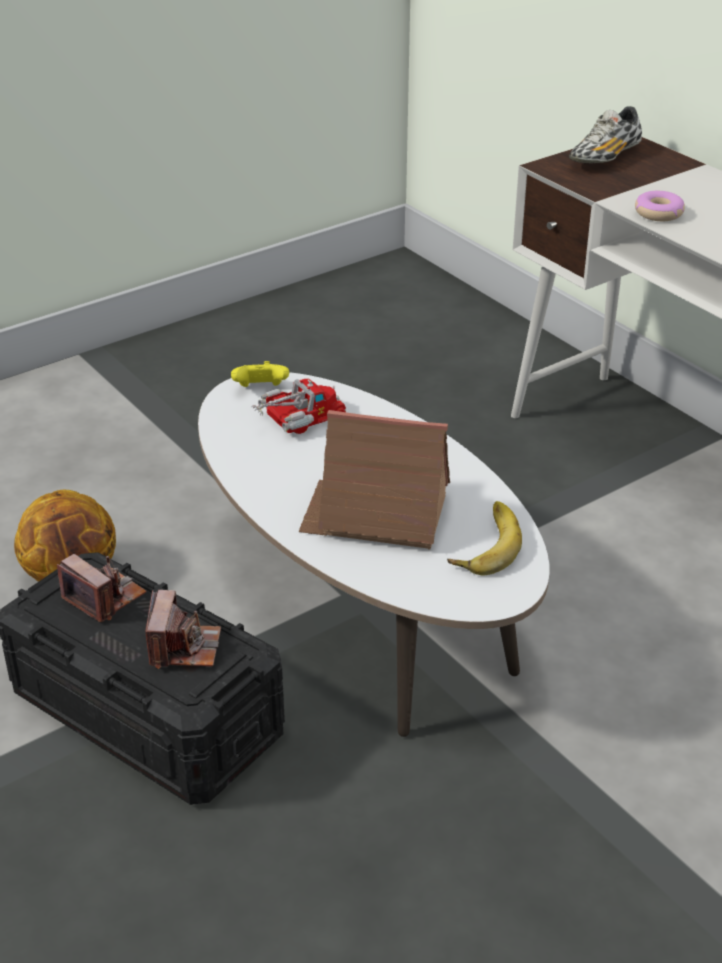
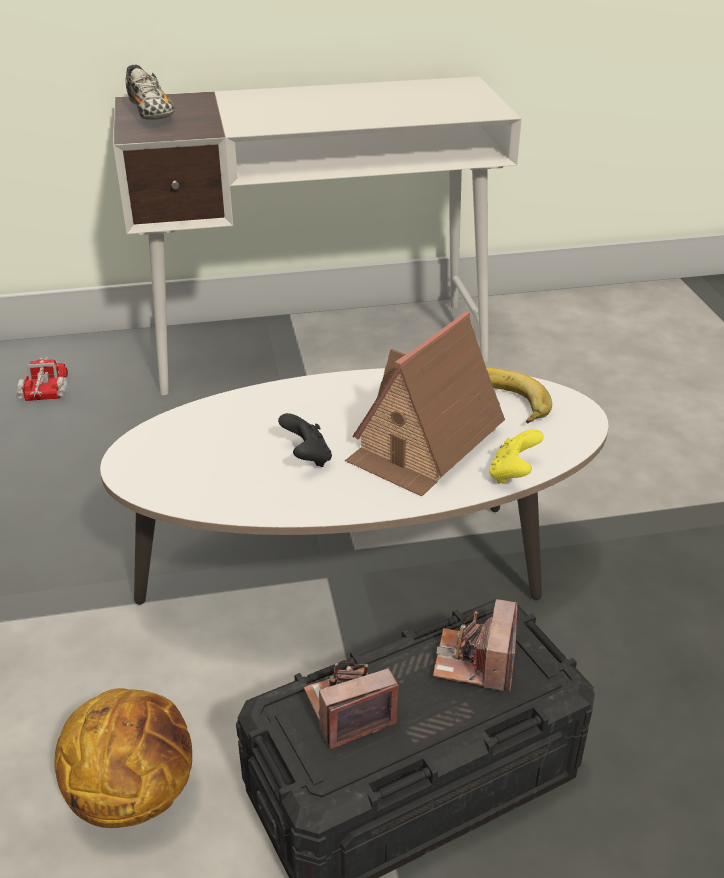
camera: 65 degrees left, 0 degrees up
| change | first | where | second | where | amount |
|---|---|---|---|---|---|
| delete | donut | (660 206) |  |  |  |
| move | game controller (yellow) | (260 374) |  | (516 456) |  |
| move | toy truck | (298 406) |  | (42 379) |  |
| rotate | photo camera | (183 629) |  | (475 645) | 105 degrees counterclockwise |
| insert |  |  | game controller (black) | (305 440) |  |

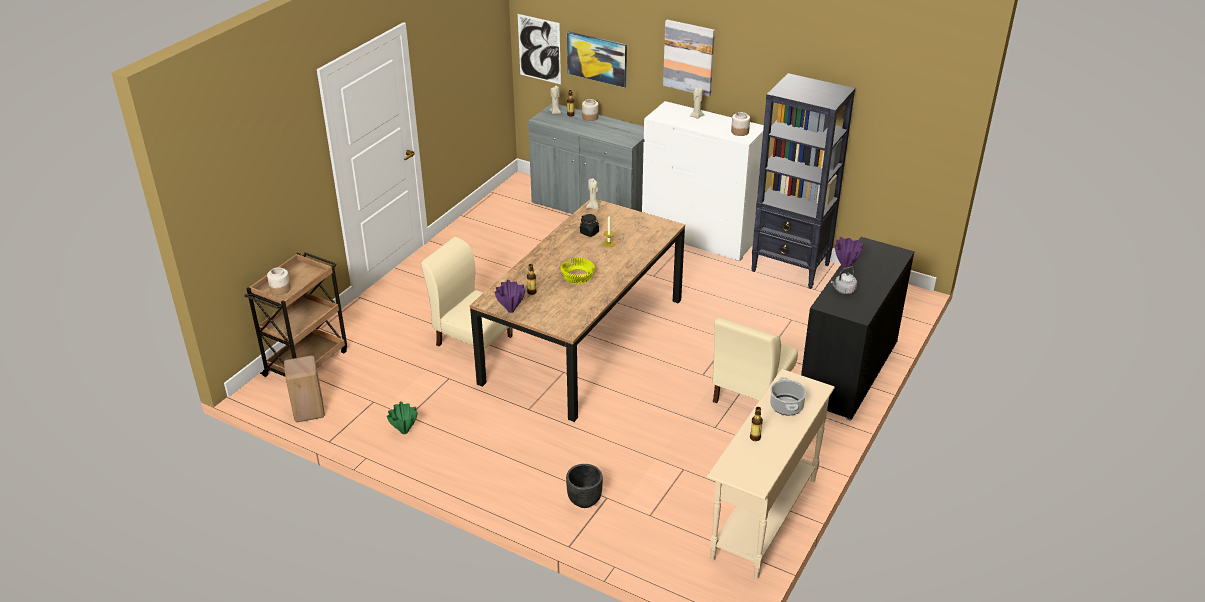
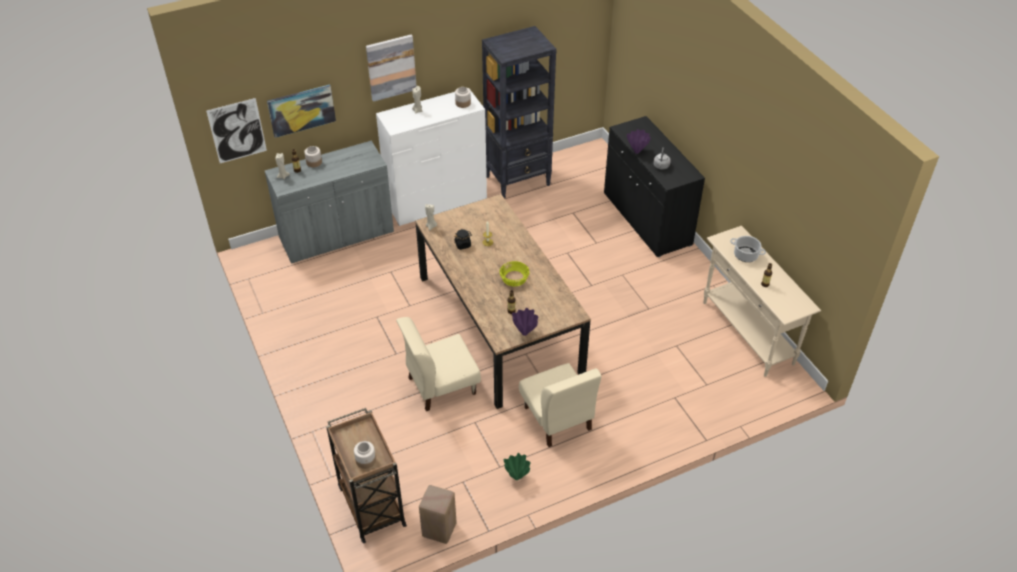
camera: 55 degrees left, 10 degrees up
| change | first | where | second | where | amount |
|---|---|---|---|---|---|
| move | chair (beige) | (755 360) |  | (560 405) |  |
| delete | planter (black) | (584 486) |  |  |  |

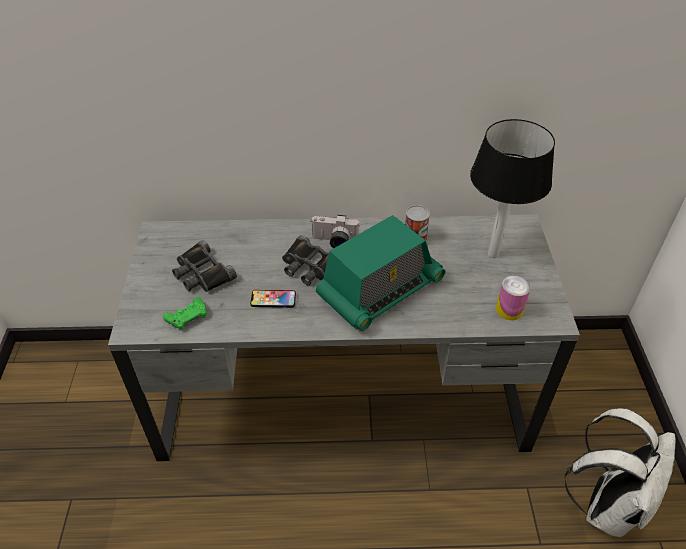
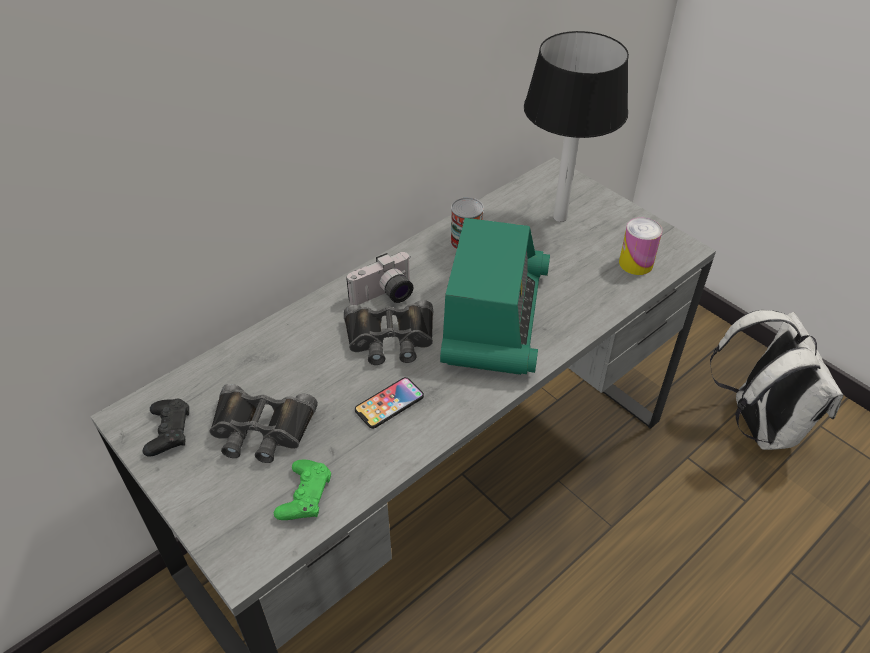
camera: 40 degrees left, 0 degrees up
| change | first | where | second | where | amount |
|---|---|---|---|---|---|
| insert |  |  | game controller (black) | (165 428) |  |

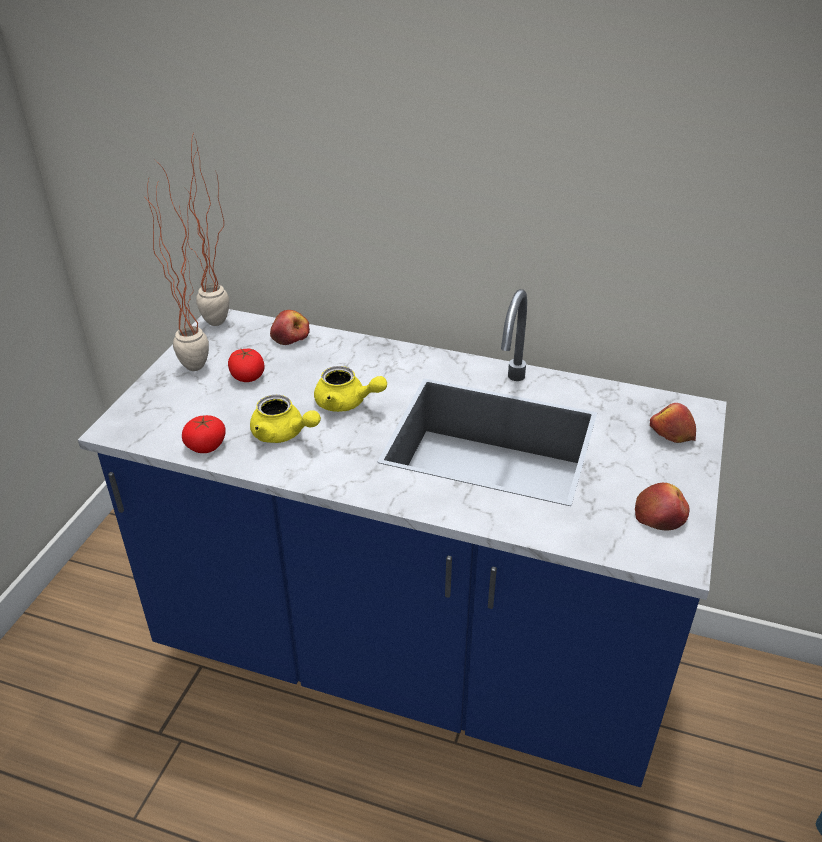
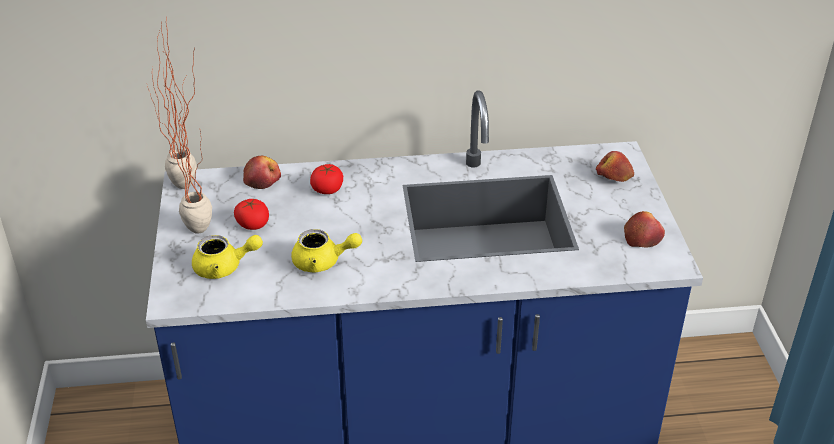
camera: 25 degrees left, 0 degrees up
| change | first | where | second | where | amount |
|---|---|---|---|---|---|
| move | teapot (yellow) | (350 389) |  | (227 257) |  |
| move | tomato | (203 434) |  | (326 179) |  |

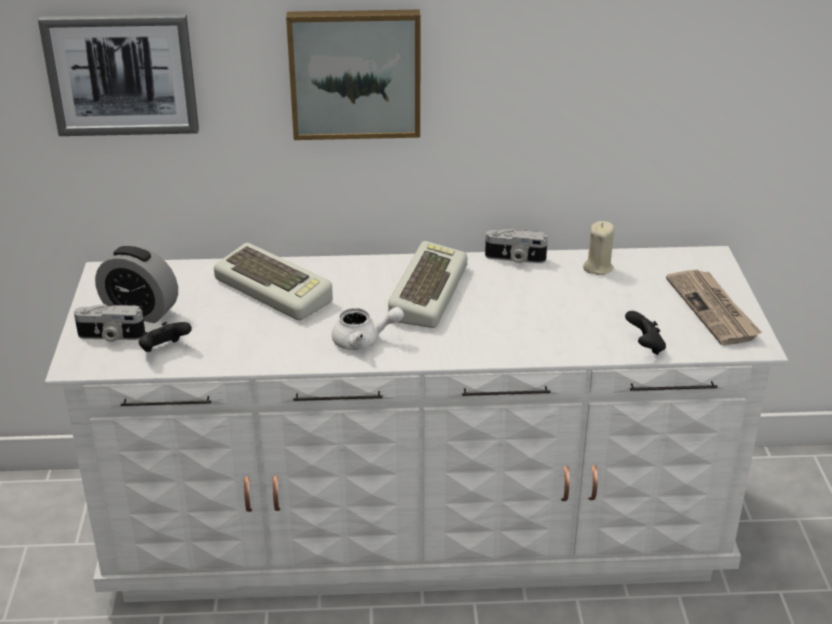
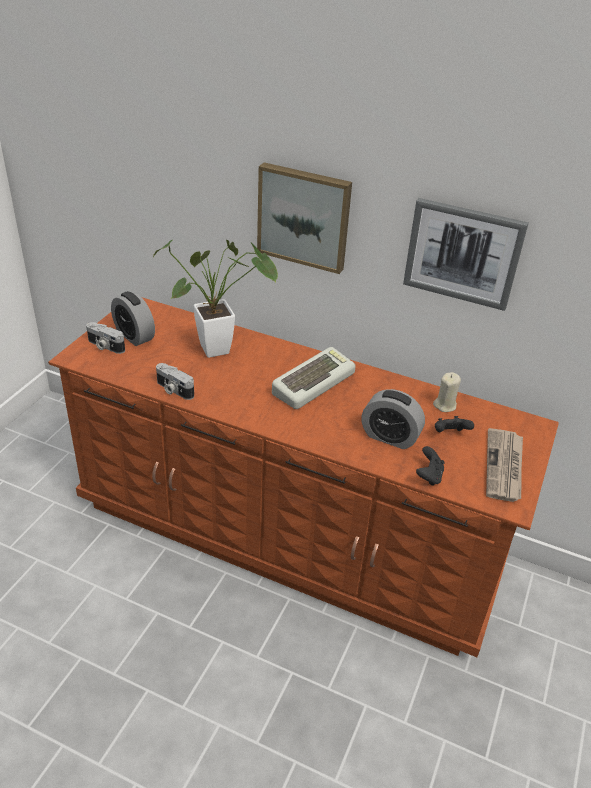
camera: 25 degrees right, 5 degrees up
| change | first | where | second | where | amount |
|---|---|---|---|---|---|
| move | picture | (118 75) |  | (466 254) |  |
| move | photo camera | (516 246) |  | (175 381) |  |
| replace | keyboard | (273 281) | potted plant | (215 299) |  |
| recolor | dresser (white) | (416 424) | dresser (brown) | (303 477) |  |
| delete | teapot (white) | (368 328) |  |  |  |
| move | game controller (black) | (165 337) |  | (454 424) |  |
| insert |  |  | alarm clock | (393 419) |  |

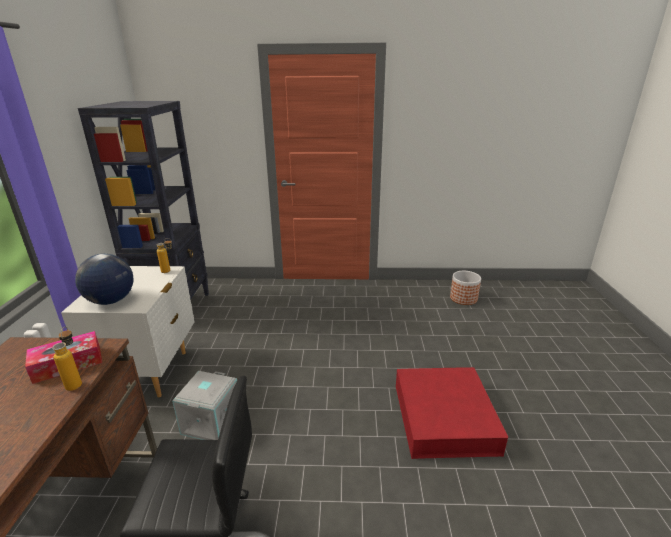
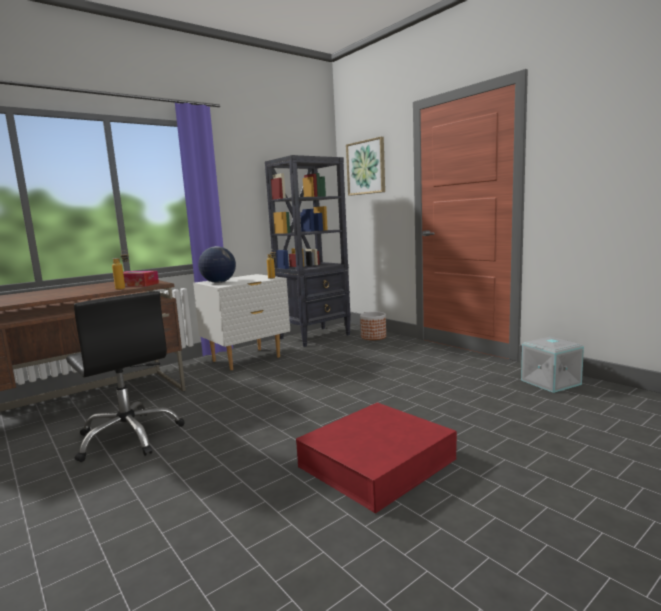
camera: 50 degrees right, 15 degrees down
| change | first | where | second | where | amount |
|---|---|---|---|---|---|
| move | planter | (465 288) |  | (373 326) |  |
| move | storage box (grey) | (204 405) |  | (552 365) |  |
| insert |  |  | picture | (365 166) |  |

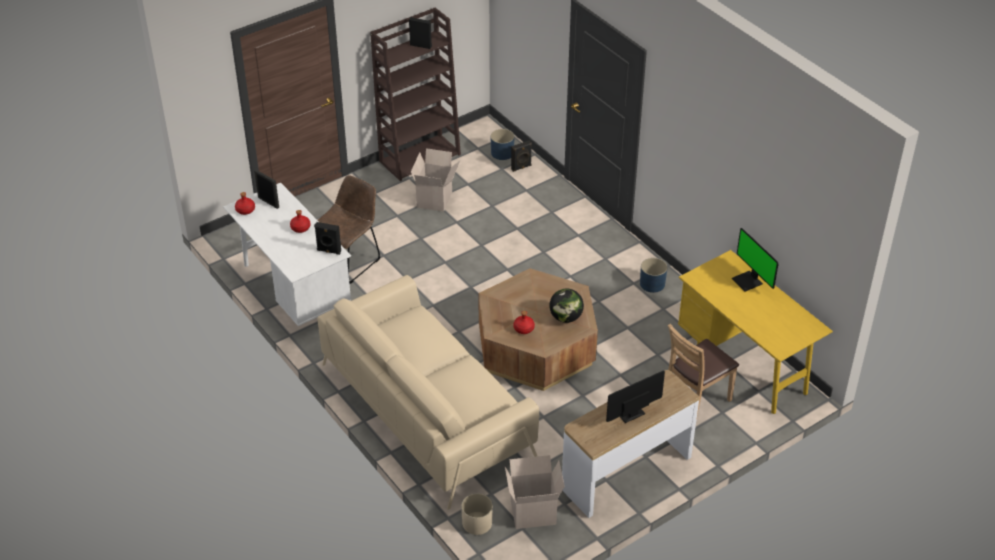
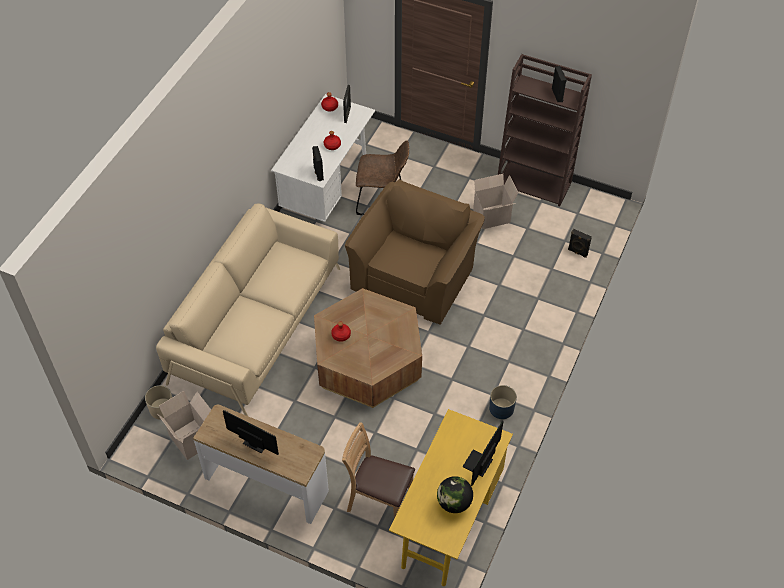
camera: 60 degrees right, 10 degrees up
| change | first | where | second | where | amount |
|---|---|---|---|---|---|
| delete | planter (blue) | (502 144) |  |  |  |
| move | globe | (566 306) |  | (455 494) |  |
| insert |  |  | armchair (brown) | (415 252) |  |

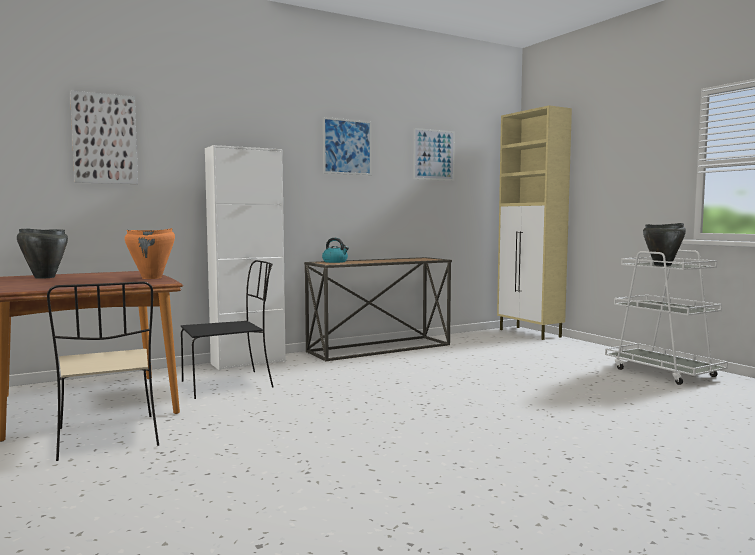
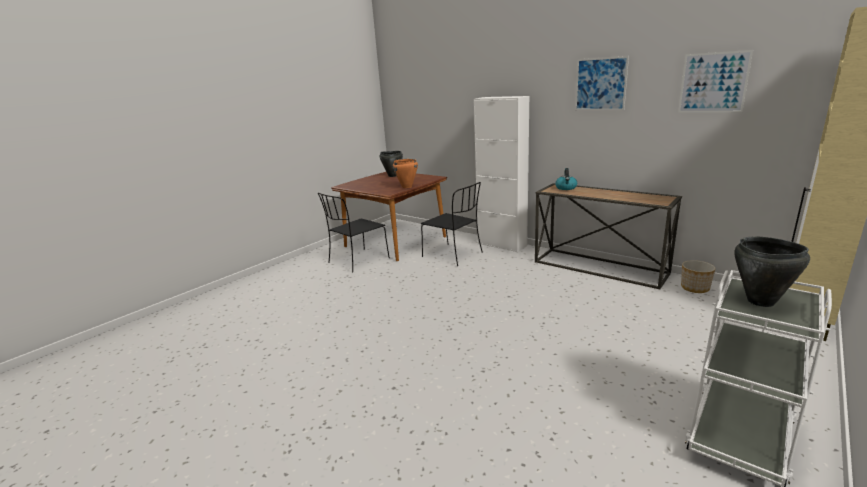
camera: 70 degrees right, 15 degrees up
| change | first | where | second | where | amount |
|---|---|---|---|---|---|
| delete | picture | (104 137) |  |  |  |
| recolor | chair (beige) | (103 371) | chair (black) | (354 233) |  |
| insert |  |  | planter | (698 276) |  |

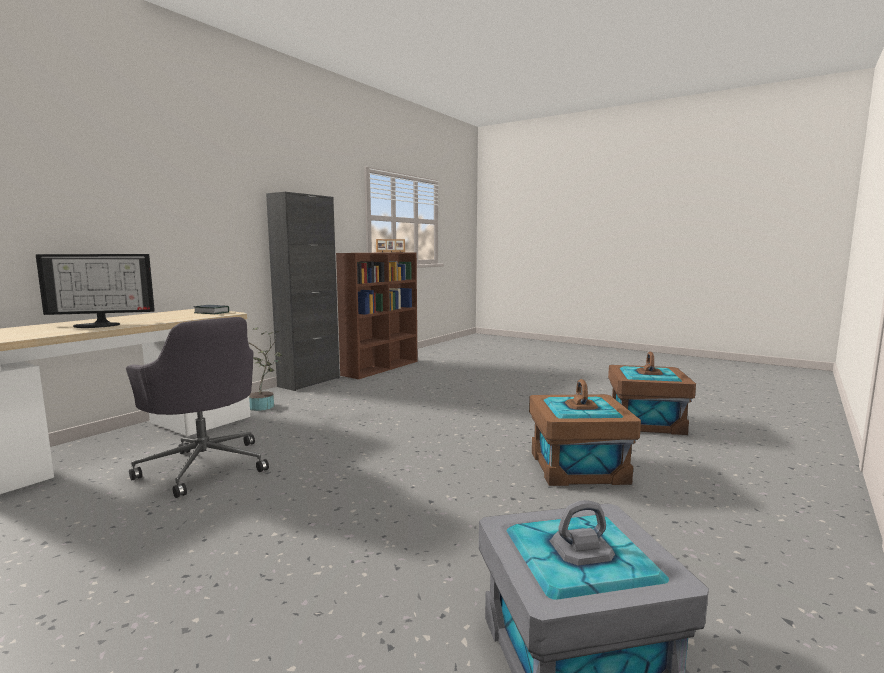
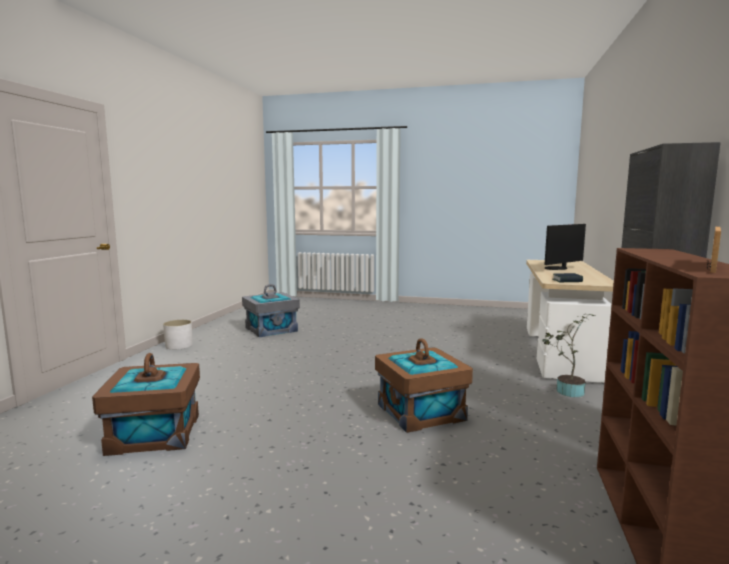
camera: 160 degrees right, 0 degrees up
| change | first | where | second | where | amount |
|---|---|---|---|---|---|
| delete | office chair (grey) | (197 407) |  |  |  |
| move | storage box (brown) | (585 432) |  | (424 385) |  |
| insert |  |  | planter (white) | (177 335) |  |

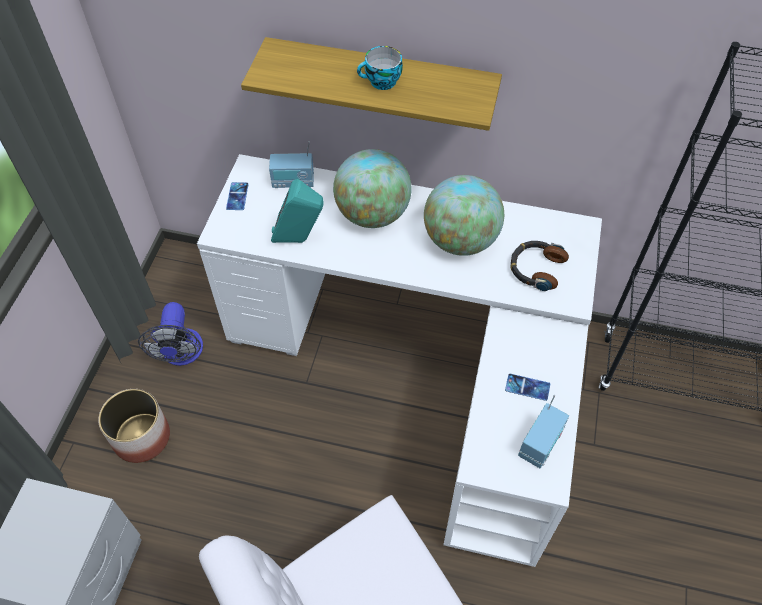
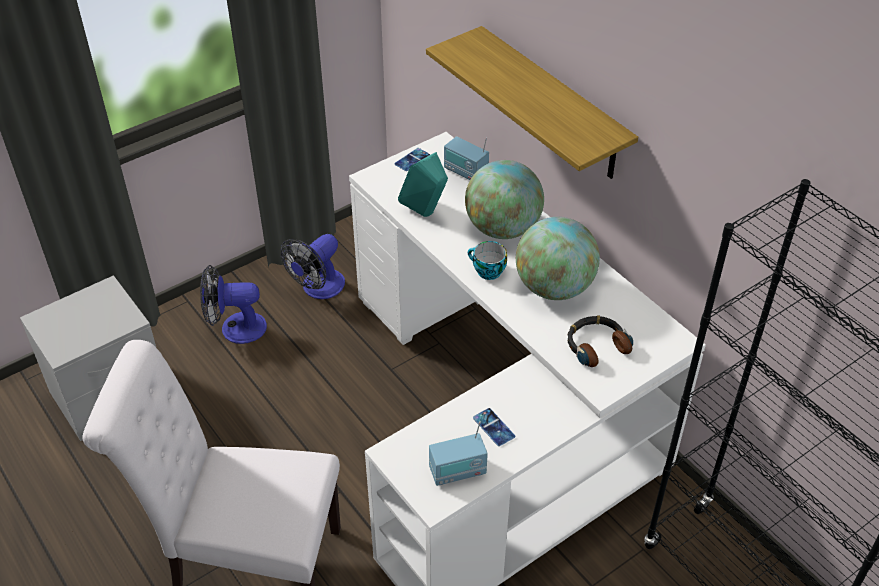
camera: 40 degrees right, 10 degrees down
| change | first | where | second | where | amount |
|---|---|---|---|---|---|
| move | cup | (380 68) |  | (487 260) |  |
| replace | planter | (134 426) | fan | (233 304) |  |

